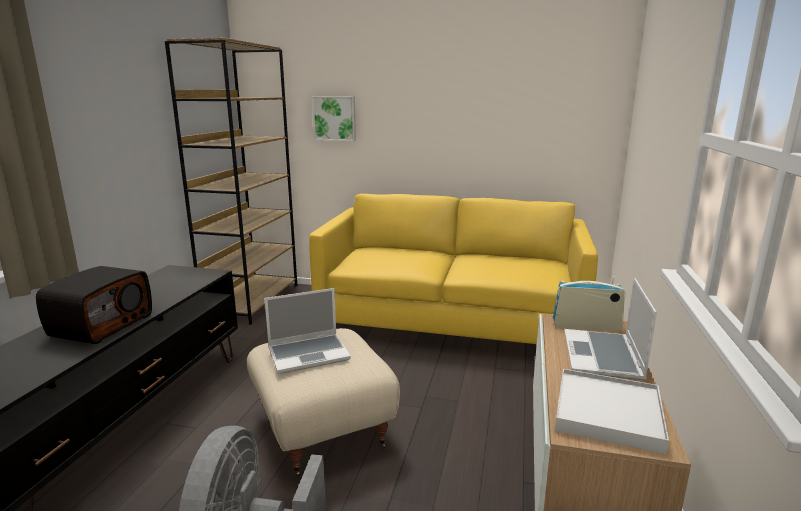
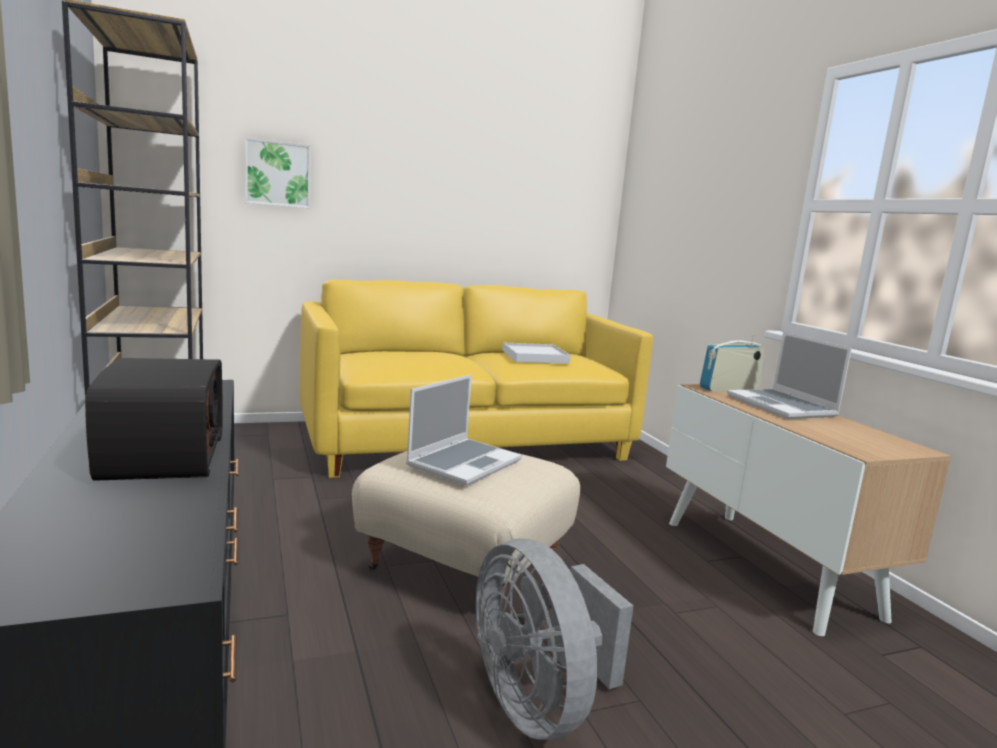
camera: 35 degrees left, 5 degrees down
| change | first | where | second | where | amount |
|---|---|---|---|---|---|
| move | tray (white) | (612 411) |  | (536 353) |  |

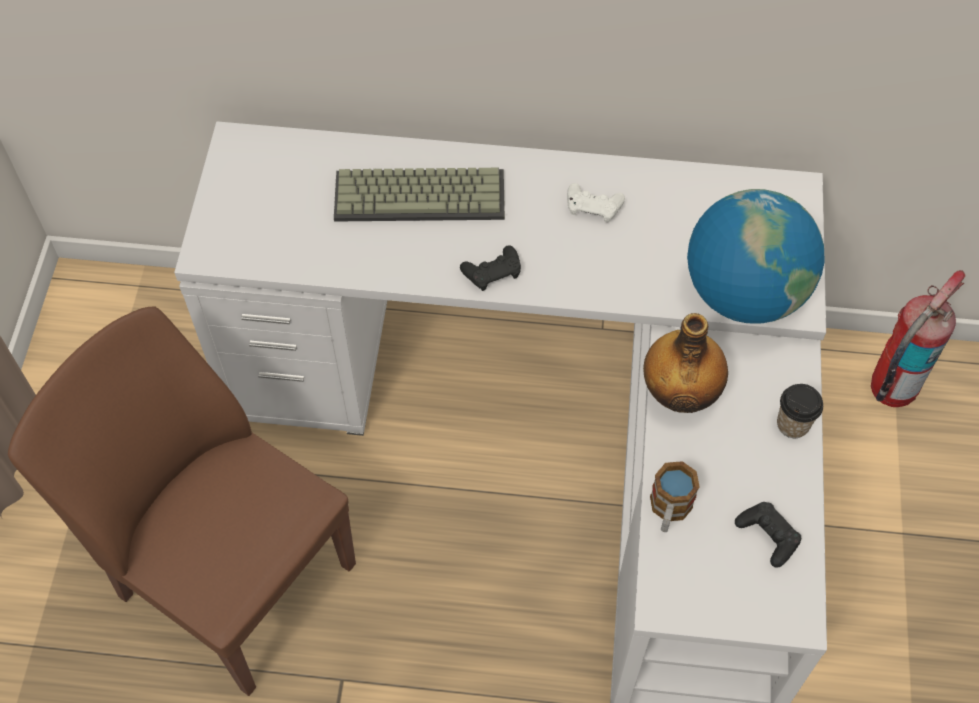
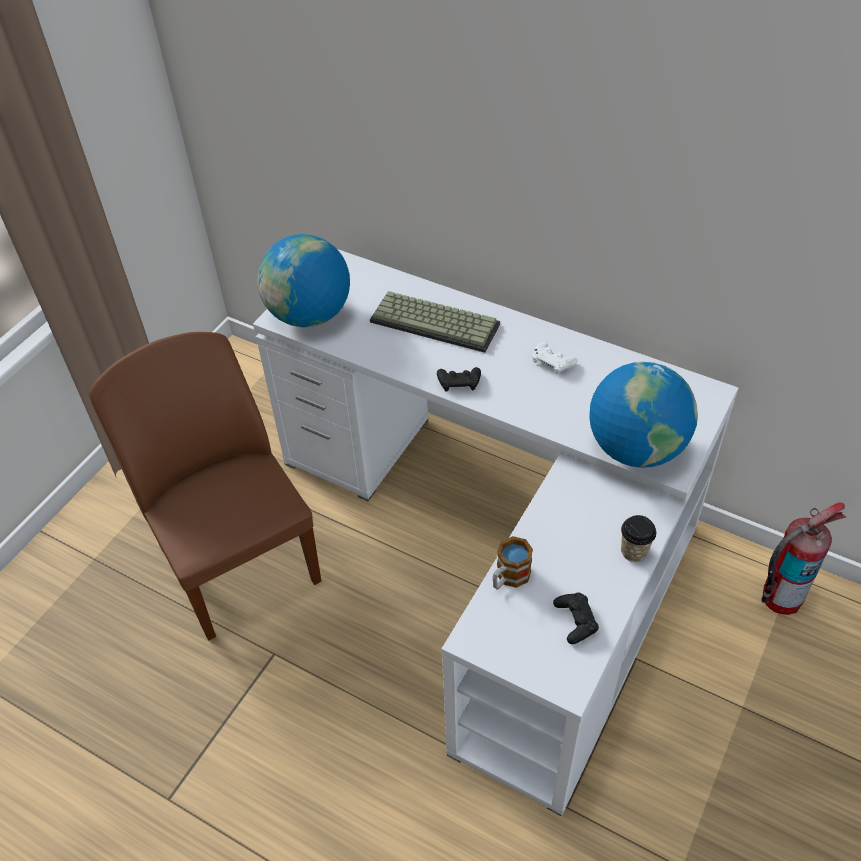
camera: 25 degrees right, 10 degrees down
| change | first | where | second | where | amount |
|---|---|---|---|---|---|
| delete | bottle | (685 363) |  |  |  |
| insert |  |  | globe | (303 280) |  |

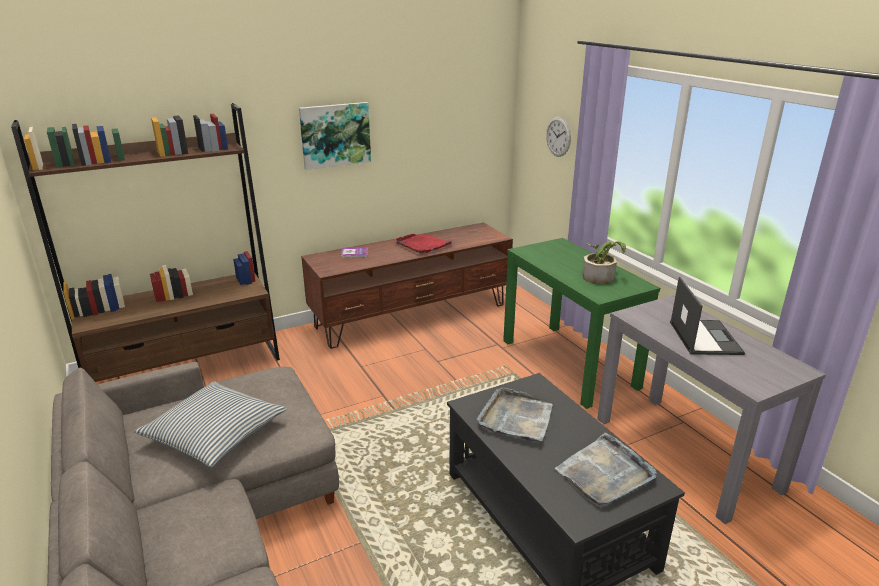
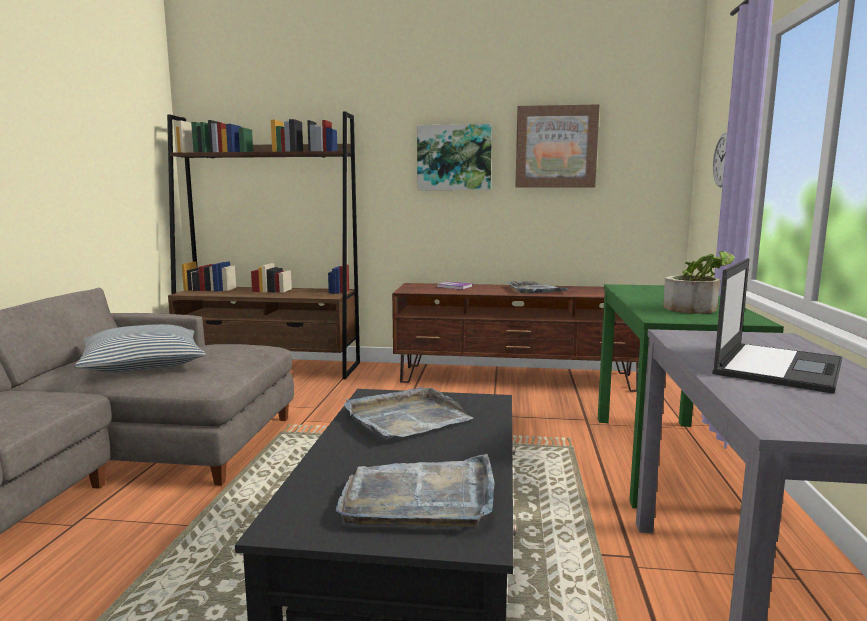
camera: 35 degrees right, 15 degrees down
| change | first | where | second | where | amount |
|---|---|---|---|---|---|
| recolor | tray (red) | (423 244) | tray (grey) | (537 287) |  |
| insert |  |  | picture | (557 146) |  |

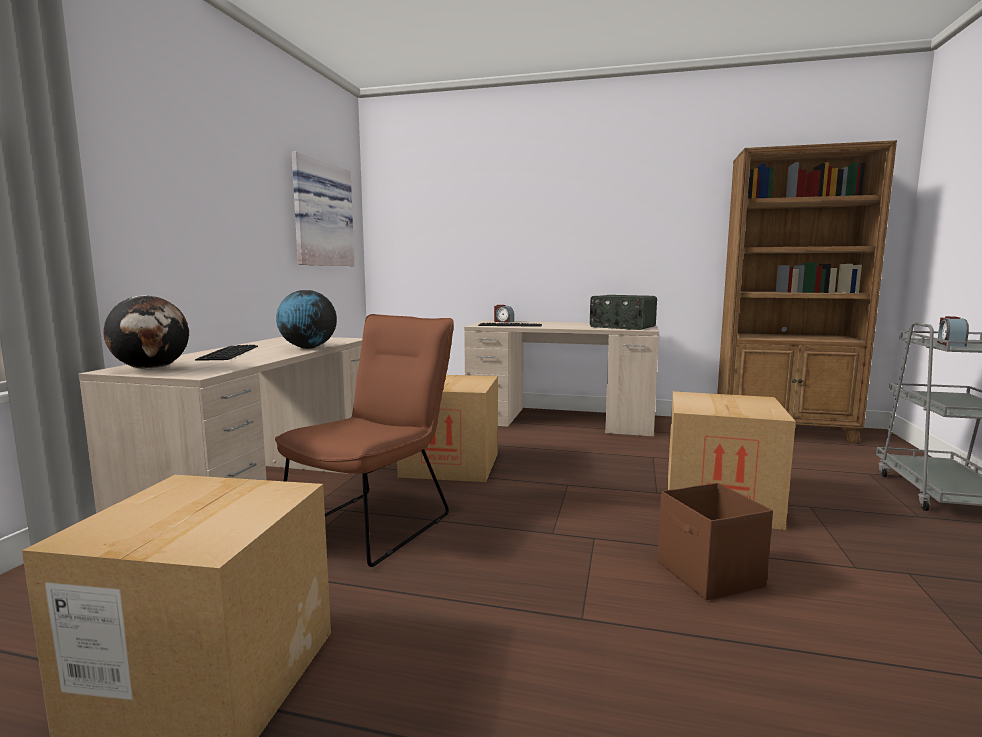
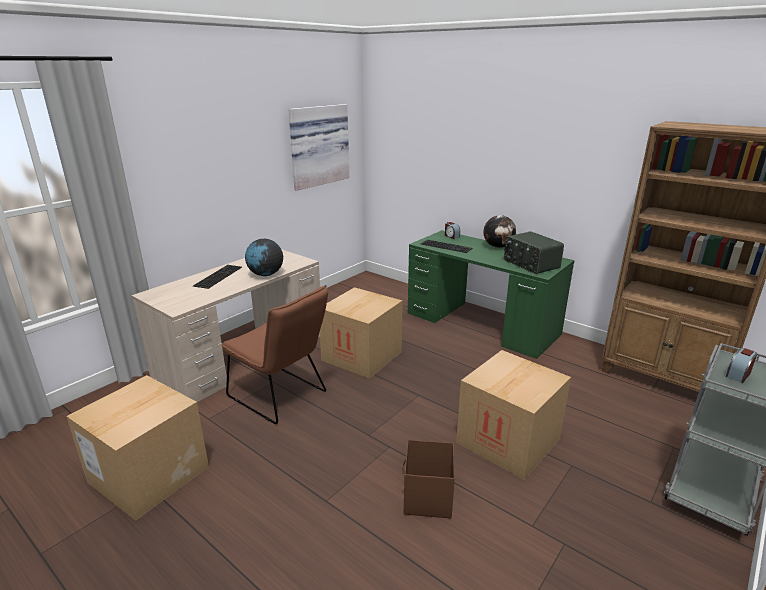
camera: 25 degrees right, 15 degrees up
| change | first | where | second | where | amount |
|---|---|---|---|---|---|
| move | globe | (146 332) |  | (499 231) |  |
| rotate | chair (brown) | (364 440) |  | (274 354) | 75 degrees clockwise |
| recolor | desk (beige) | (561 378) | desk (green) | (491 294) |  |

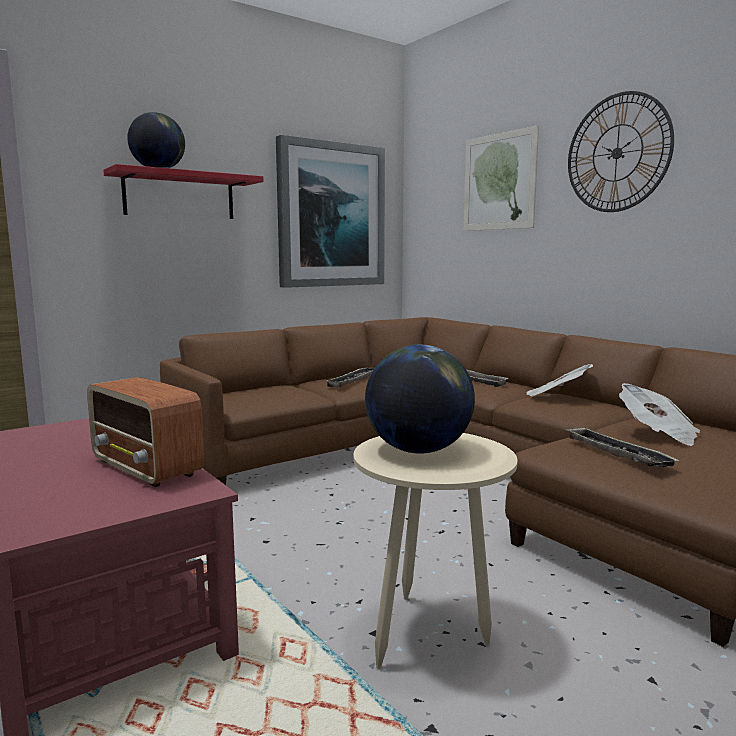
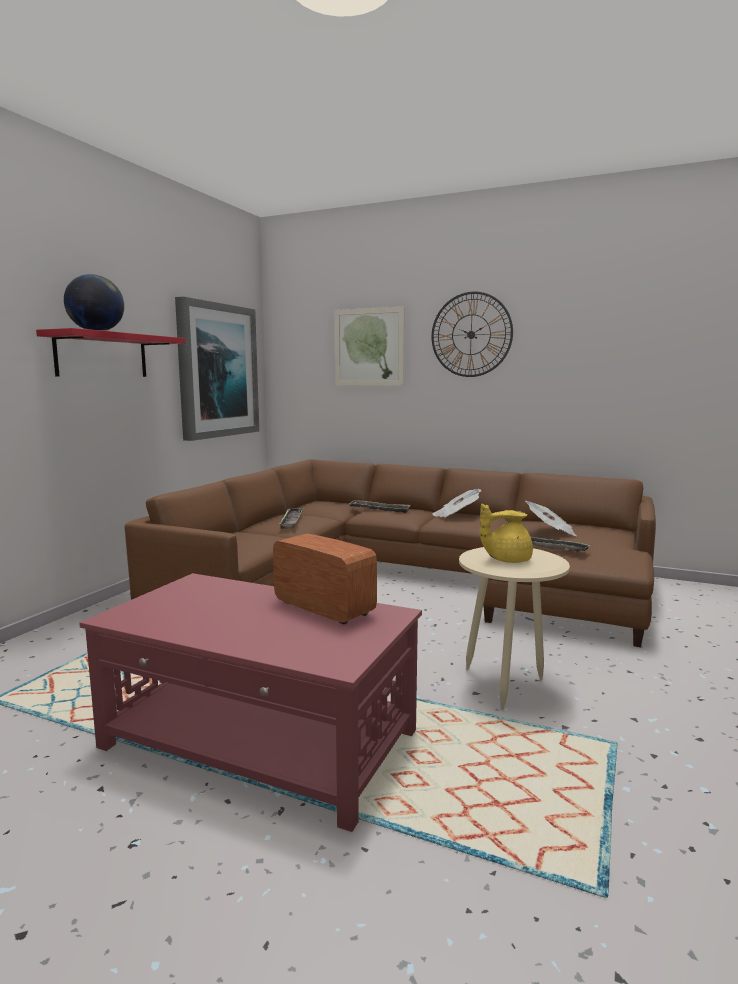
camera: 30 degrees left, 0 degrees up
| change | first | where | second | where | amount |
|---|---|---|---|---|---|
| replace | globe | (420 399) | teapot (yellow) | (506 533) |  |
| rotate | radio | (145 432) |  | (325 579) | 150 degrees counterclockwise |

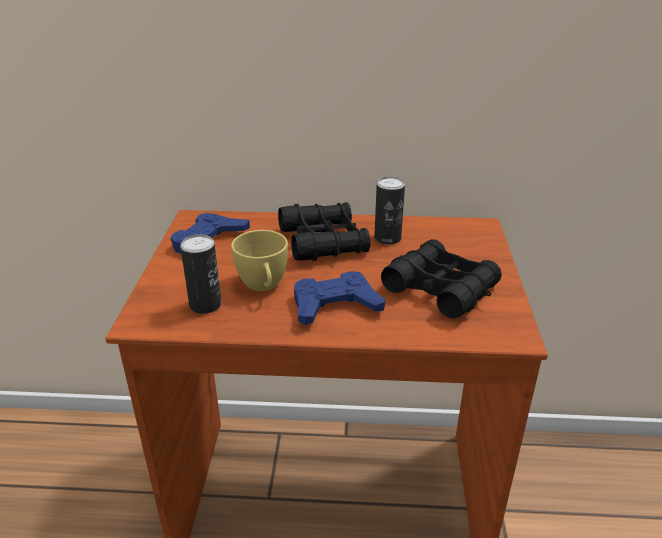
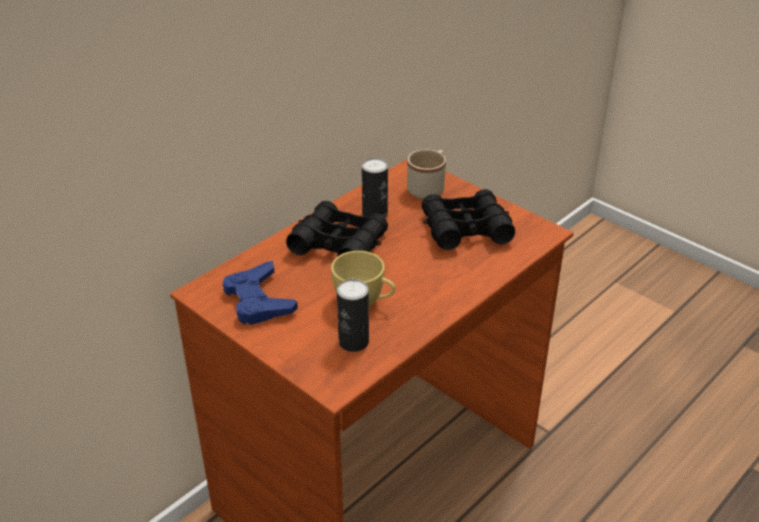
camera: 50 degrees left, 5 degrees up
| change | first | where | second | where | amount |
|---|---|---|---|---|---|
| delete | game controller (blue) | (340 298) |  |  |  |
| insert |  |  | mug (beige) | (426 174) |  |

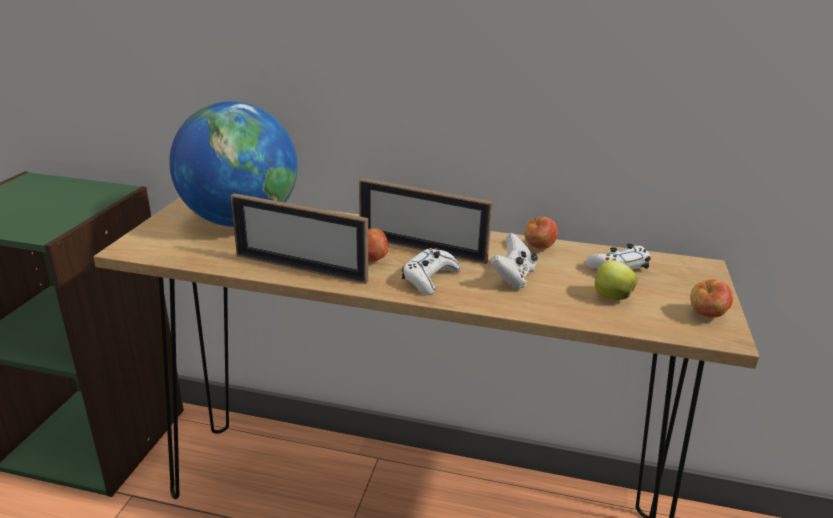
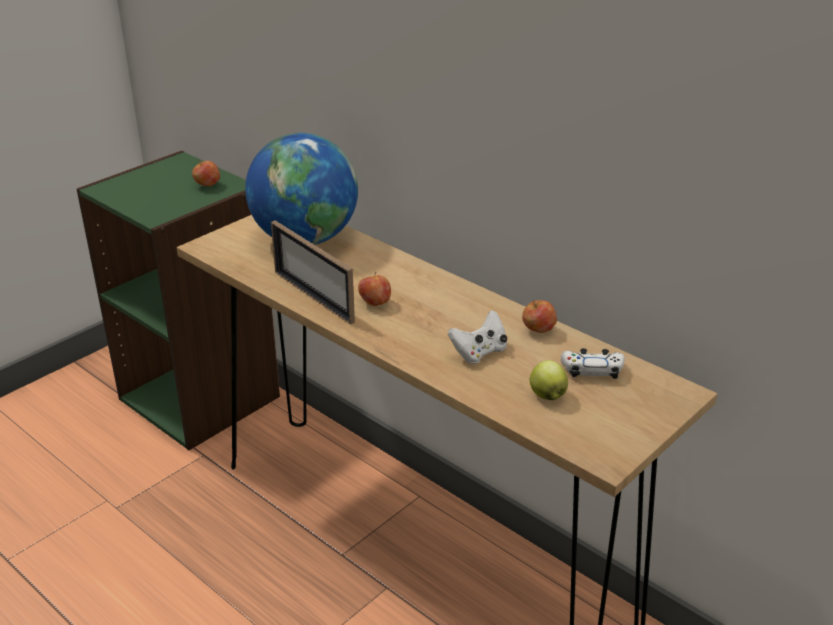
camera: 30 degrees right, 5 degrees up
| change | first | where | second | where | amount |
|---|---|---|---|---|---|
| delete | picture frame | (426 221) |  |  |  |
| delete | game controller (white) | (431 271) |  |  |  |
| move | apple | (711 298) |  | (206 173) |  |

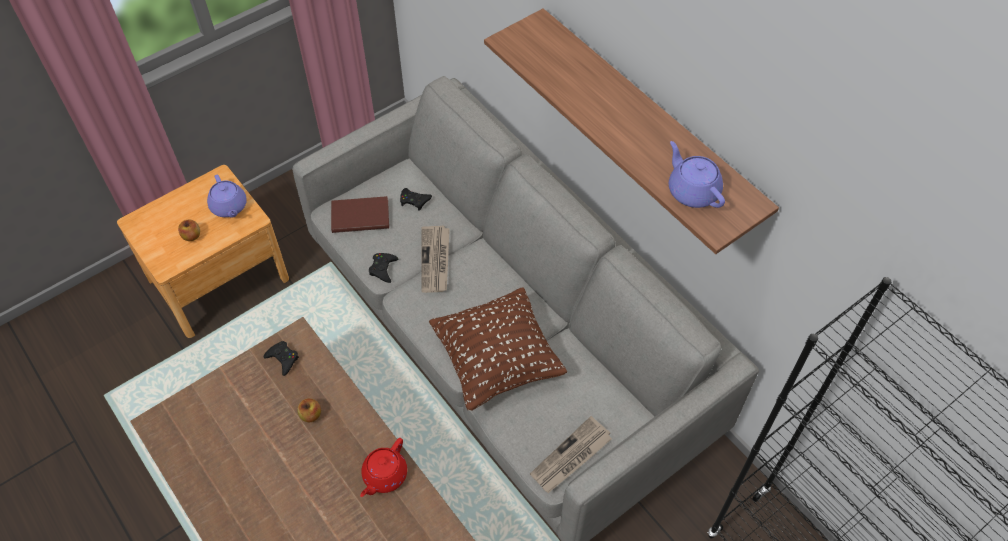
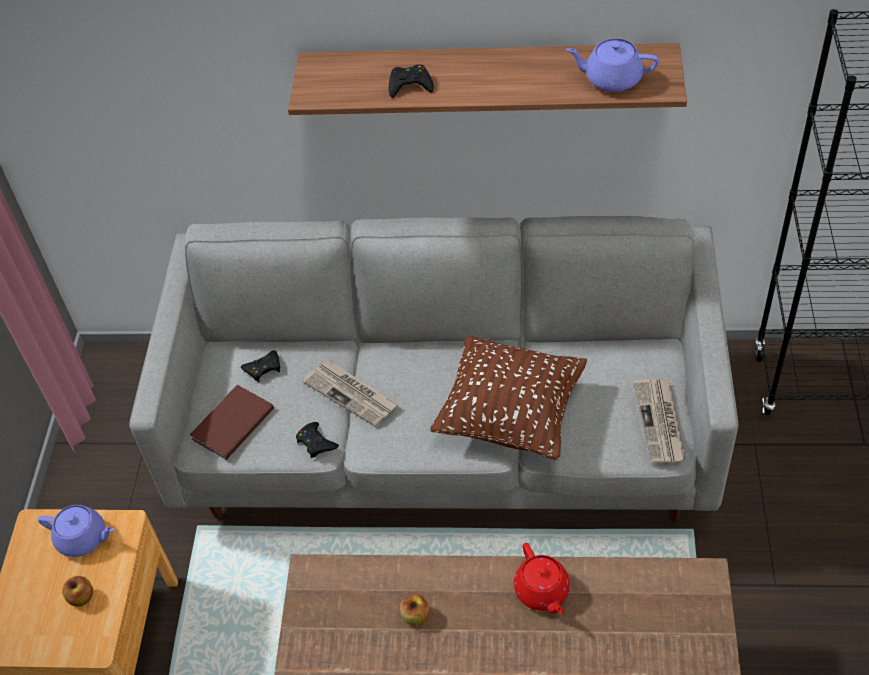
camera: 45 degrees left, 5 degrees down
| change | first | where | second | where | amount |
|---|---|---|---|---|---|
| move | game controller (black) | (281 358) |  | (411 81) |  |

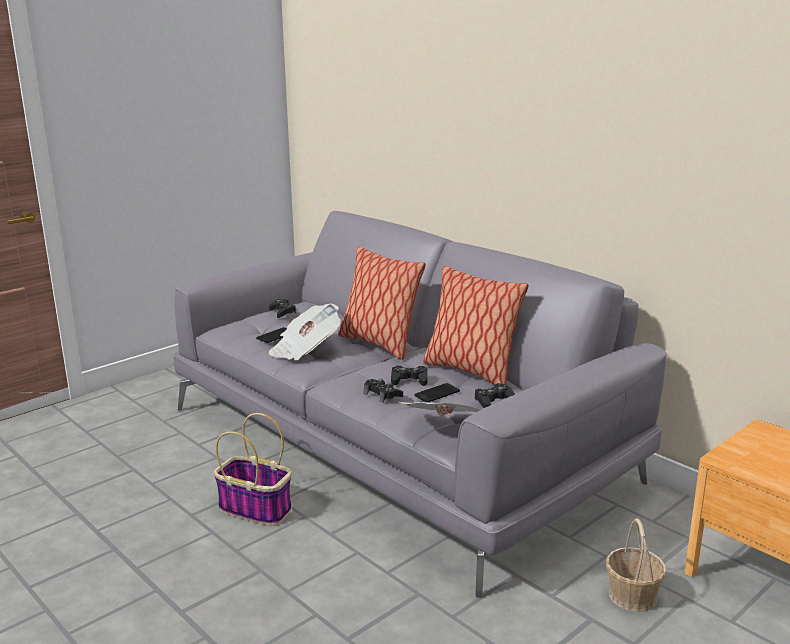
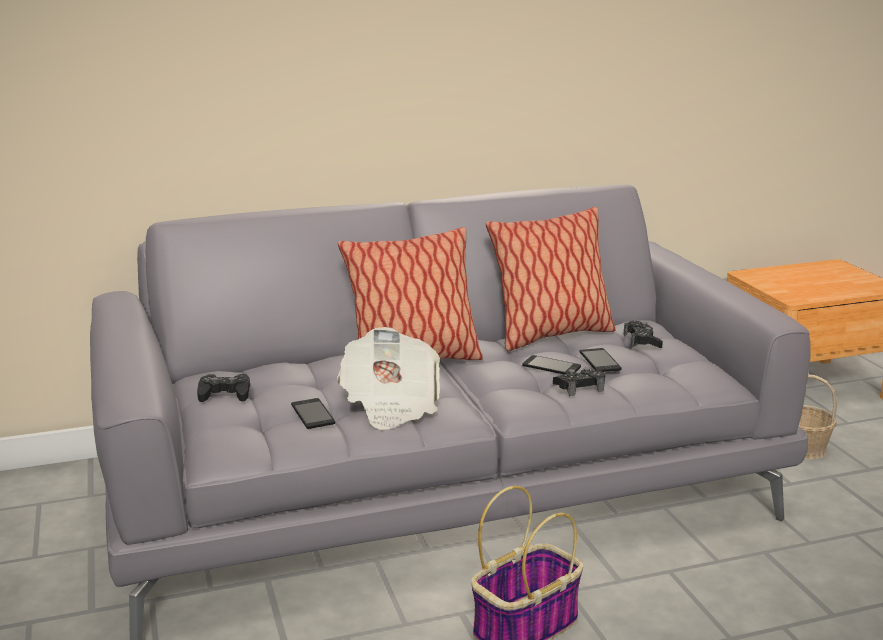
camera: 65 degrees left, 0 degrees up
| change | first | where | second | where | amount |
|---|---|---|---|---|---|
| replace | game controller (black) | (409 376) | phone | (551 364) |  |
| delete | newspaper | (439 409) |  |  |  |

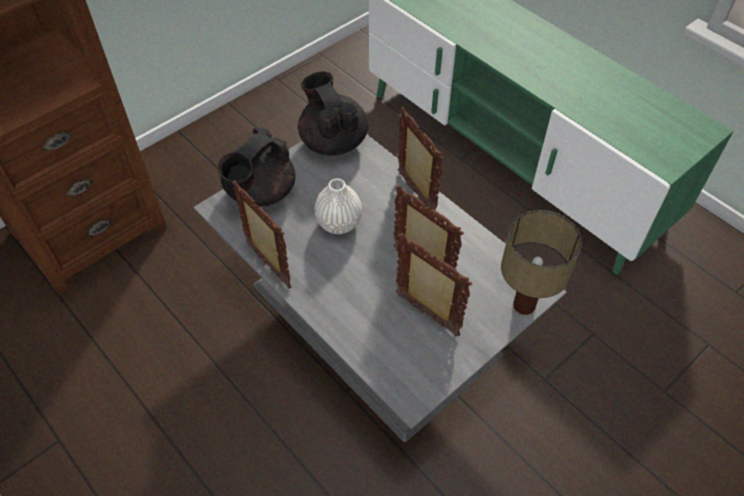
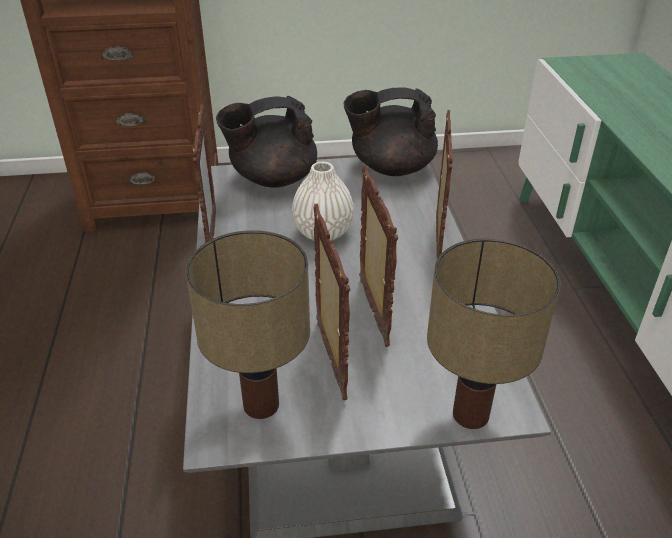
camera: 35 degrees right, 15 degrees down
| change | first | where | second | where | amount |
|---|---|---|---|---|---|
| rotate | teapot (black) | (333 113) |  | (391 132) | 105 degrees counterclockwise |
| insert |  |  | table lamp | (248 324) |  |

